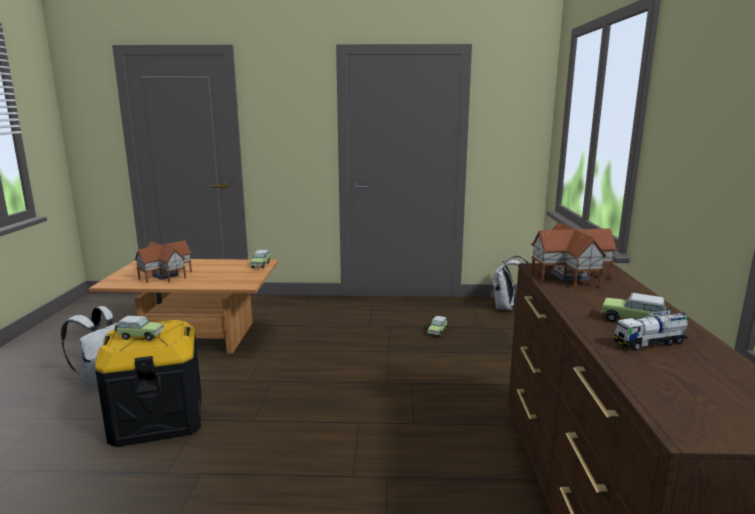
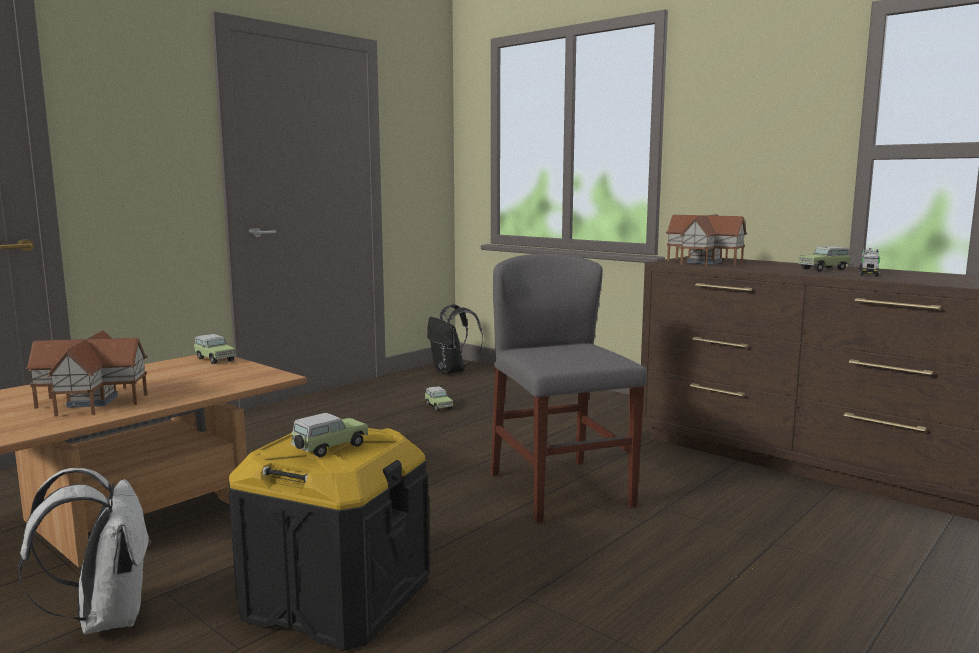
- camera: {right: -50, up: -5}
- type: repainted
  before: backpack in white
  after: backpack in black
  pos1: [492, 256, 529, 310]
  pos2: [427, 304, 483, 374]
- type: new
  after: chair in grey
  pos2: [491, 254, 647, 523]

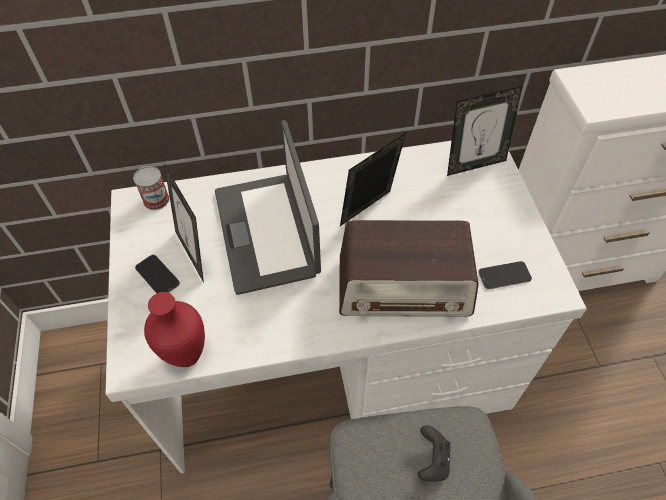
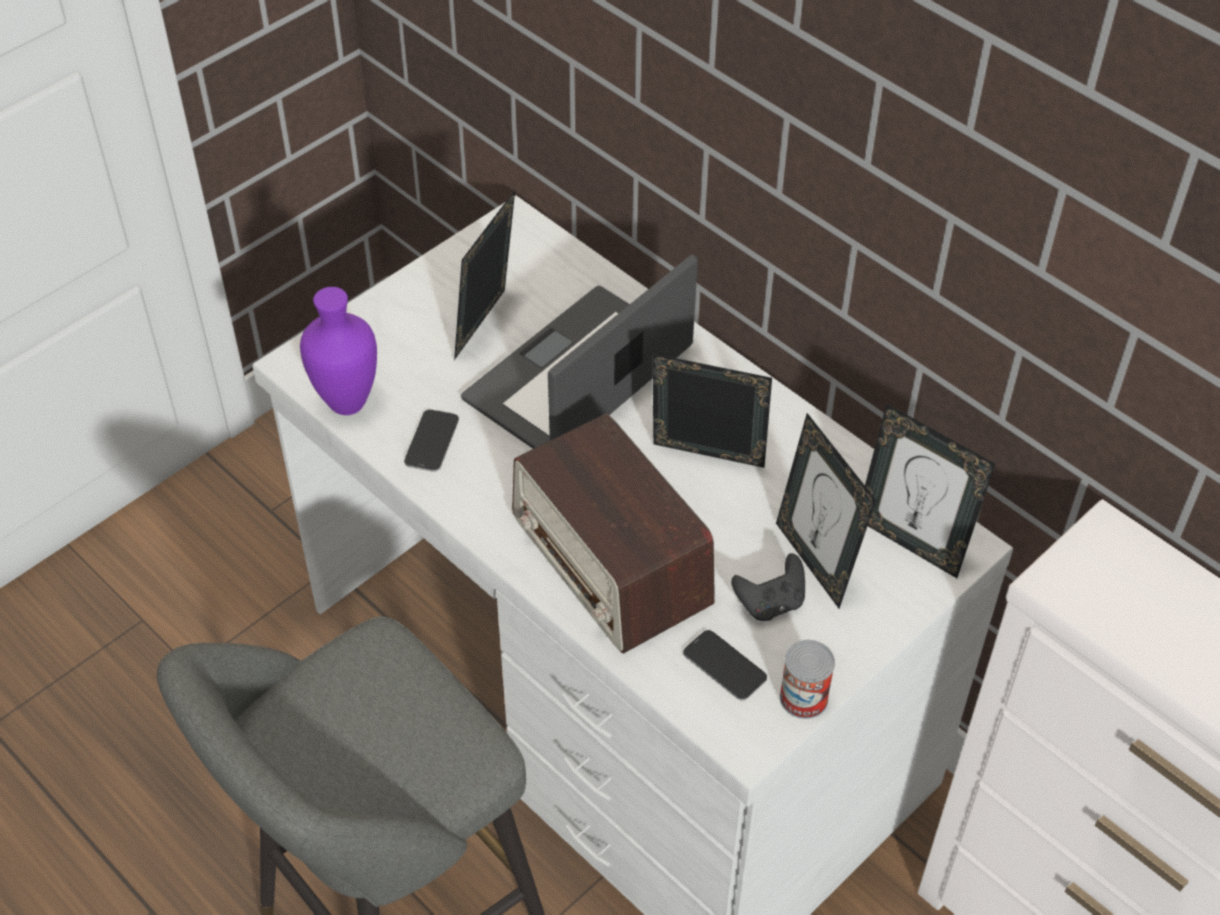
- camera: {right: 55, up: -5}
- type: shifted
  before: can
  pos1: [133, 166, 169, 210]
  pos2: [779, 640, 835, 719]
- type: shifted
  before: phone
  pos1: [135, 255, 180, 293]
  pos2: [404, 410, 459, 472]
- type: repainted
  before: vase in red
  after: vase in purple
  pos1: [144, 292, 205, 367]
  pos2: [300, 287, 377, 415]
- type: shifted
  before: game controller in black
  pos1: [418, 426, 451, 482]
  pos2: [731, 553, 805, 621]
- type: new
  after: picture frame
  pos2: [776, 413, 876, 608]

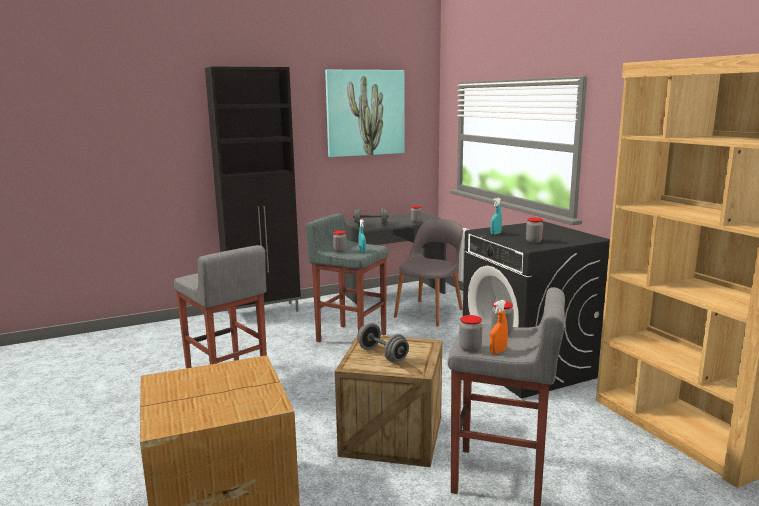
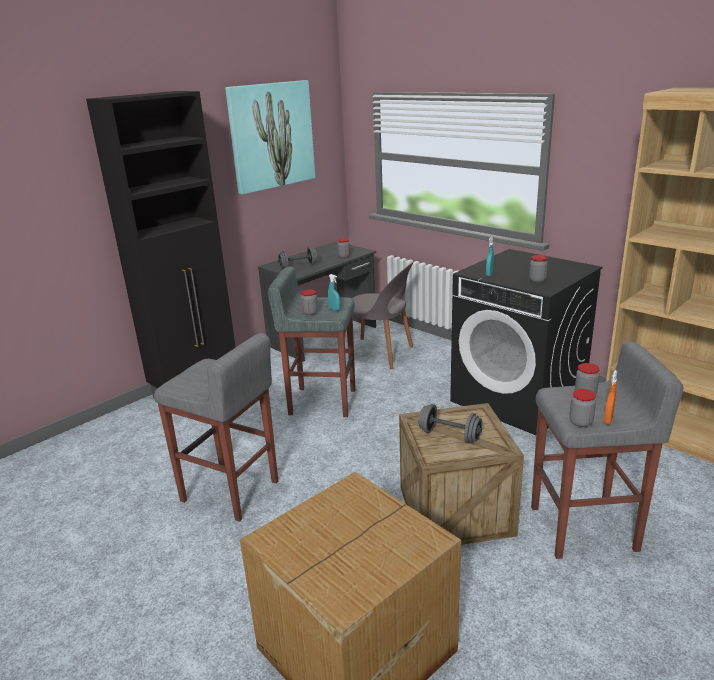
- camera: {right: -20, up: 10}
- type: rotated
  before: chair in grey
  pos1: [394, 219, 463, 327]
  pos2: [345, 262, 414, 369]
  turn: 105

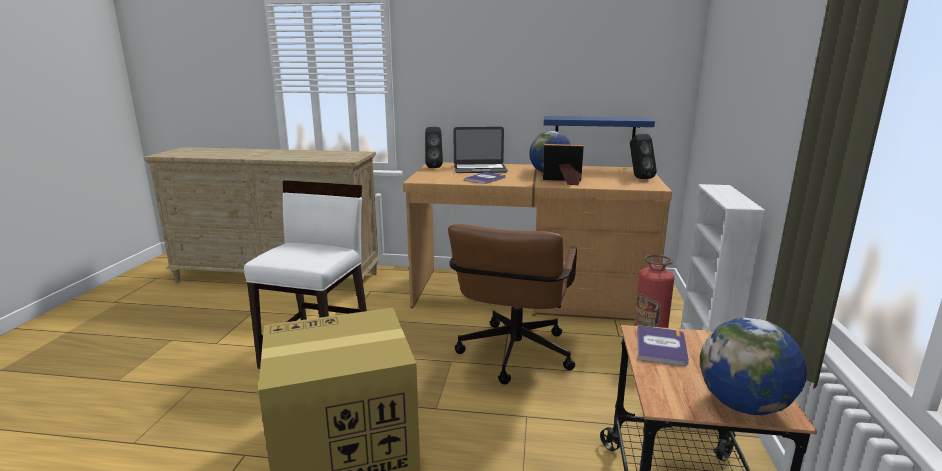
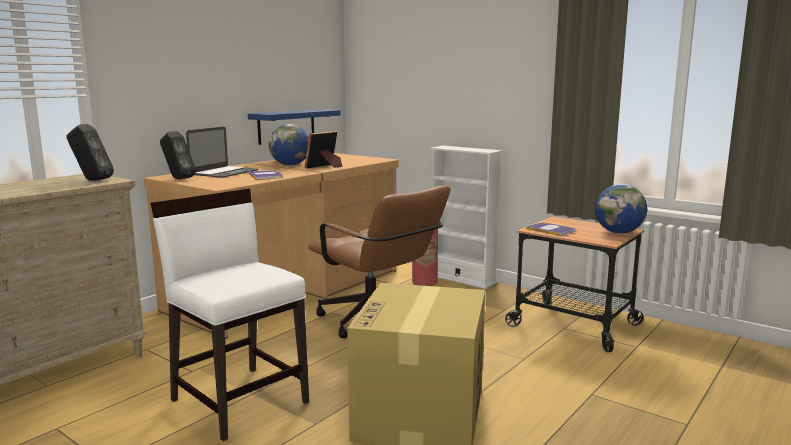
- camera: {right: -60, up: -5}
- type: shifted
  before: speaker in black
  pos1: [630, 134, 657, 179]
  pos2: [67, 124, 114, 181]

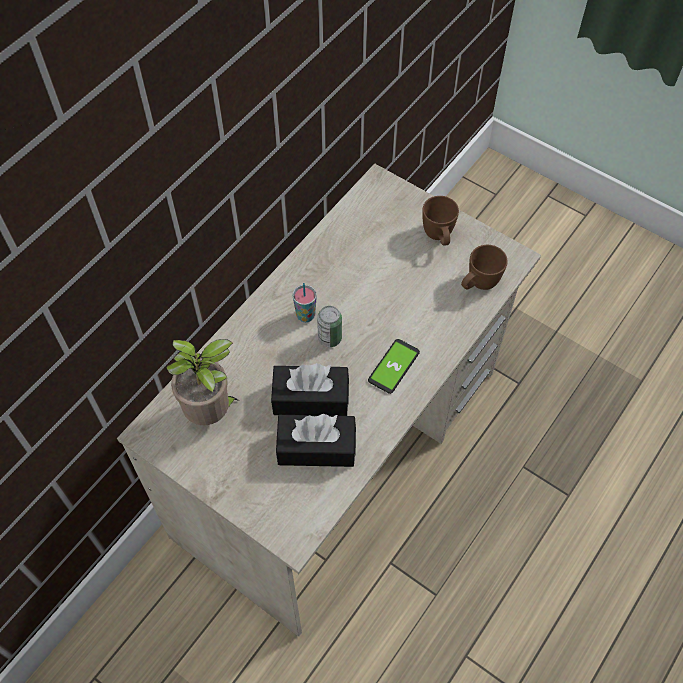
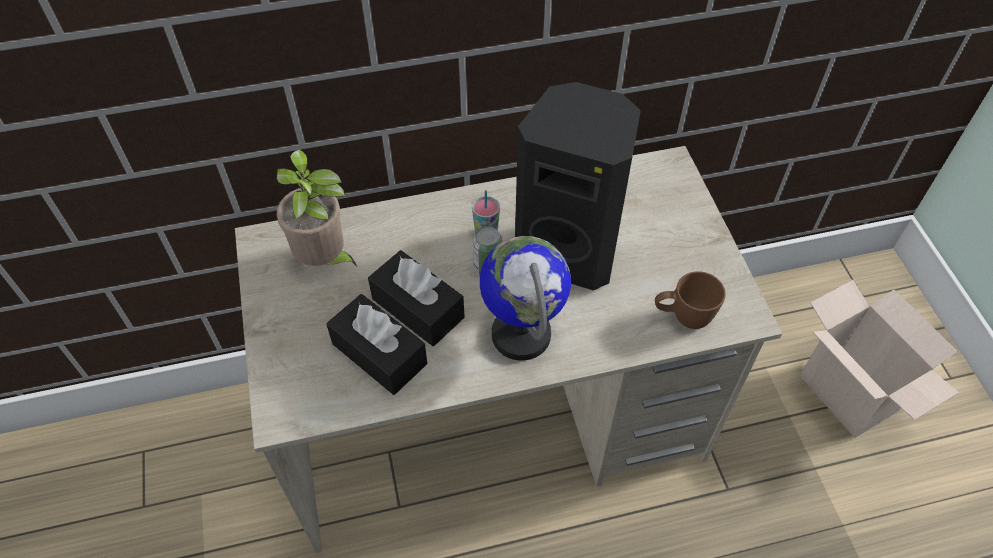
- camera: {right: 40, up: -5}
- type: swapped
  before: phone
  after: globe
  pos1: [368, 339, 420, 394]
  pos2: [480, 236, 571, 361]
- type: gone
  before: mug in brown
  pos1: [422, 196, 459, 246]
- type: new
  after: speaker in black
  pos2: [515, 82, 641, 290]
- type: new
  after: cardboard box
  pos2: [800, 280, 959, 438]

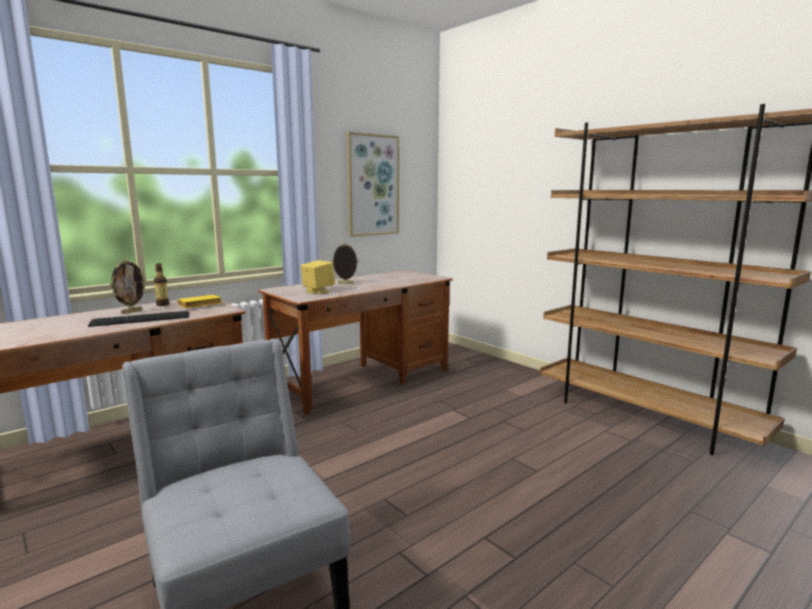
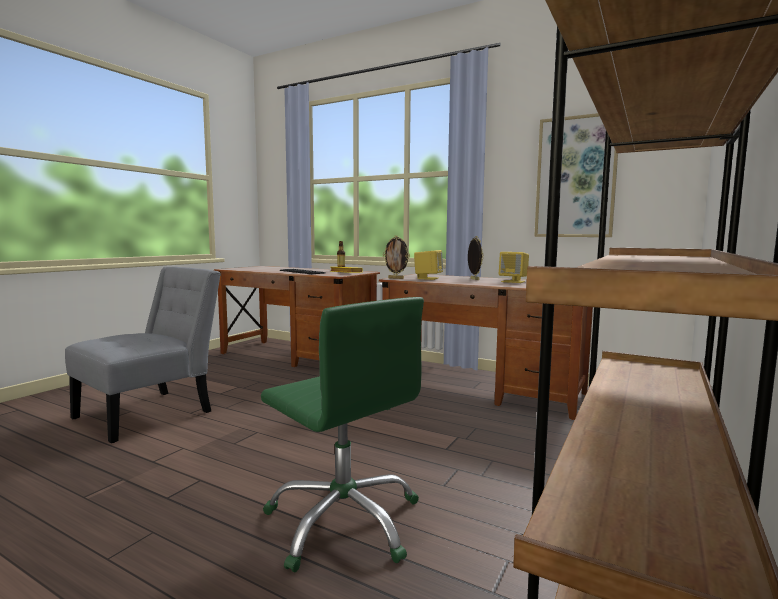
- camera: {right: 70, up: -5}
- type: shifted
  before: picture frame
  pos1: [110, 259, 147, 314]
  pos2: [383, 235, 410, 279]
- type: new
  after: office chair in green
  pos2: [261, 297, 424, 572]
- type: new
  after: speaker in yellow
  pos2: [499, 252, 529, 283]

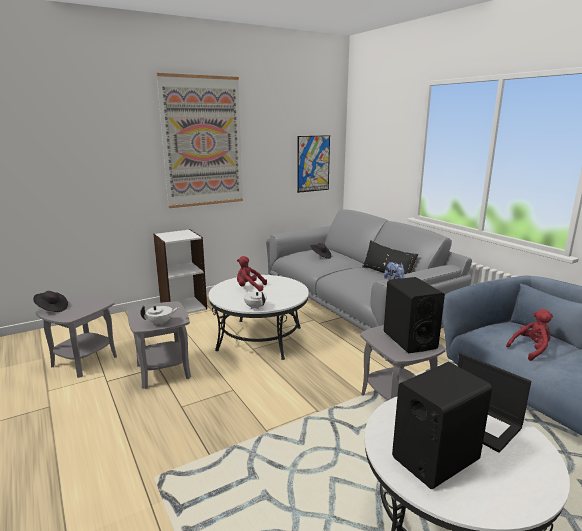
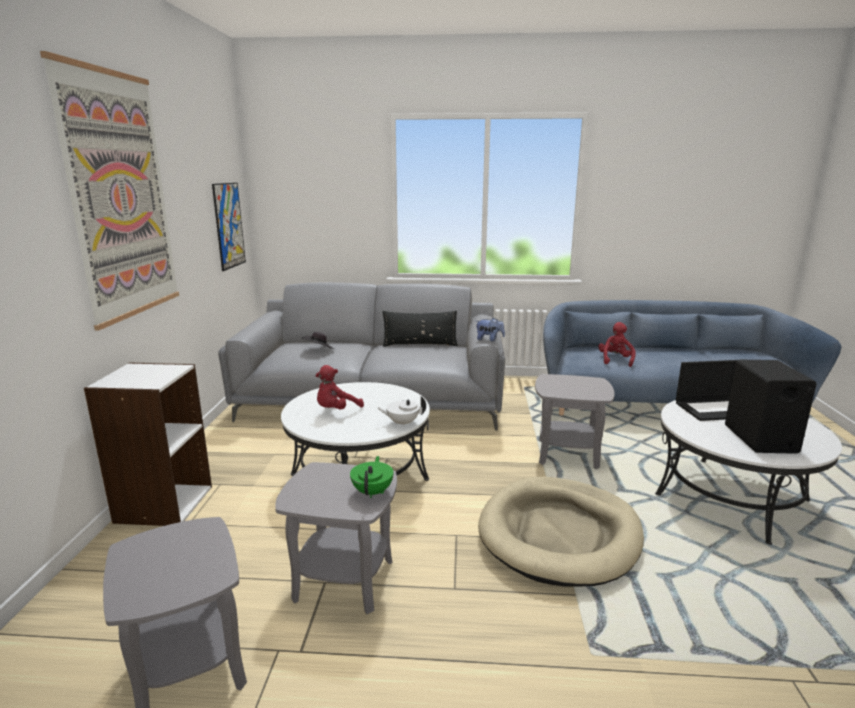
- camera: {right: -55, up: 0}
- type: gone
  before: hat in black
  pos1: [33, 291, 68, 312]
- type: repainted
  before: teapot in white
  after: teapot in green
  pos1: [140, 306, 179, 326]
  pos2: [350, 456, 394, 498]
- type: gone
  before: speaker in black
  pos1: [384, 277, 445, 353]
- type: new
  after: dog bed in beige
  pos2: [478, 477, 644, 587]

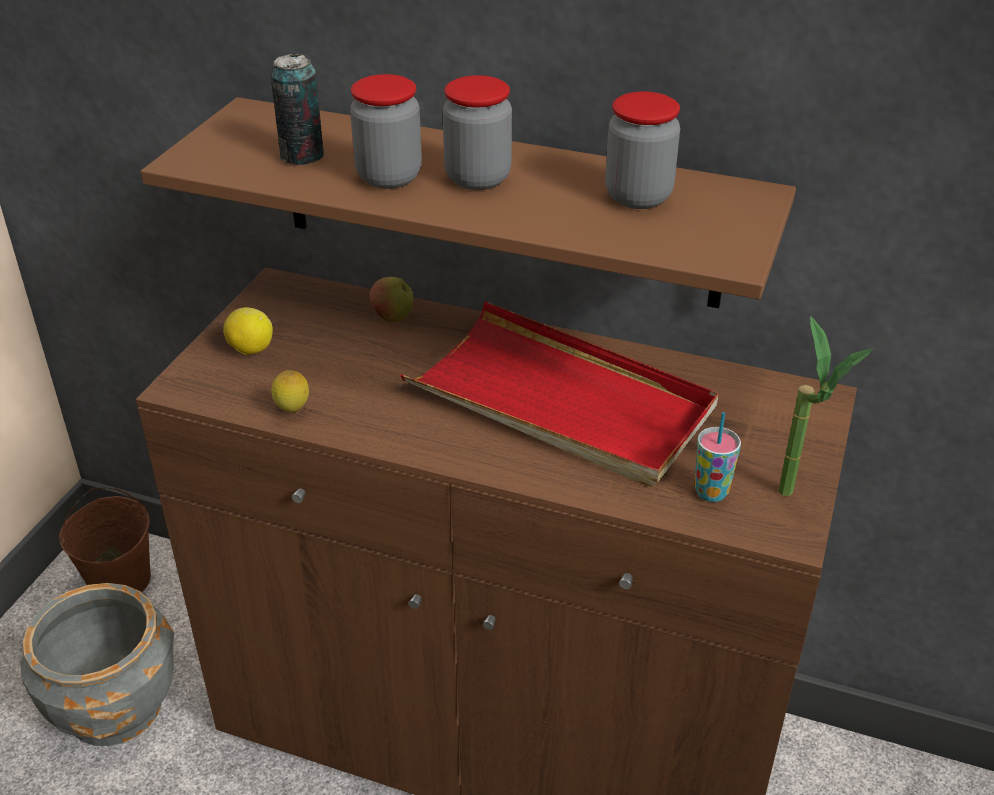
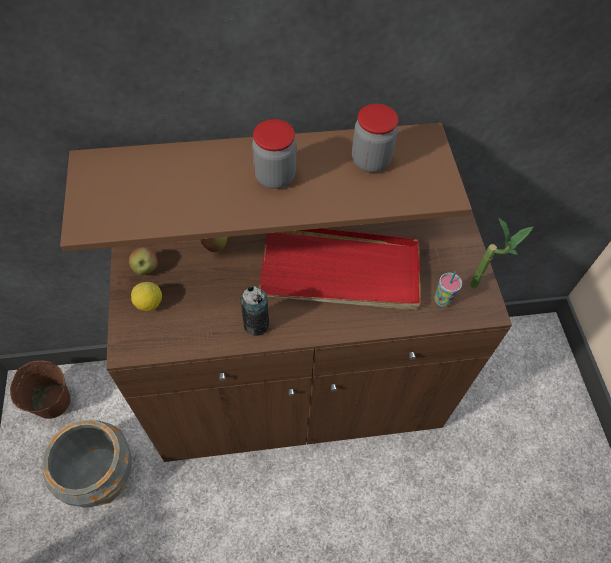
- camera: {right: -30, up: 20}
- type: shifted
  before: can
  pos1: [270, 53, 324, 165]
  pos2: [241, 286, 269, 336]
- type: gone
  before: lemon
  pos1: [271, 370, 309, 413]
- type: gone
  before: jar
  pos1: [350, 74, 422, 189]
- type: new
  after: apple
  pos2: [129, 247, 158, 276]

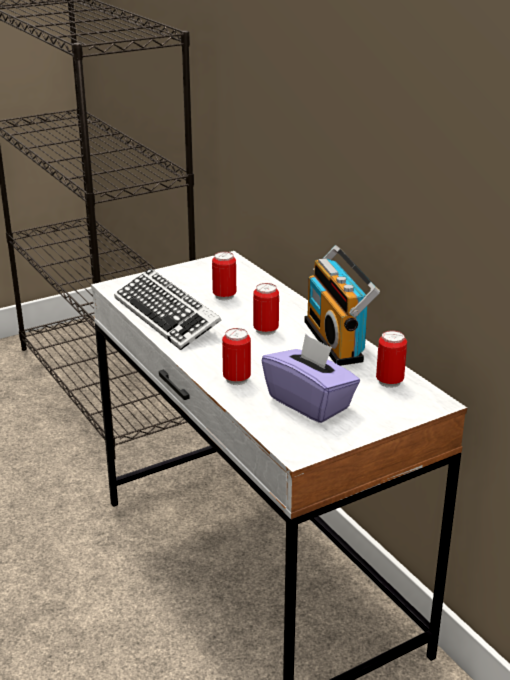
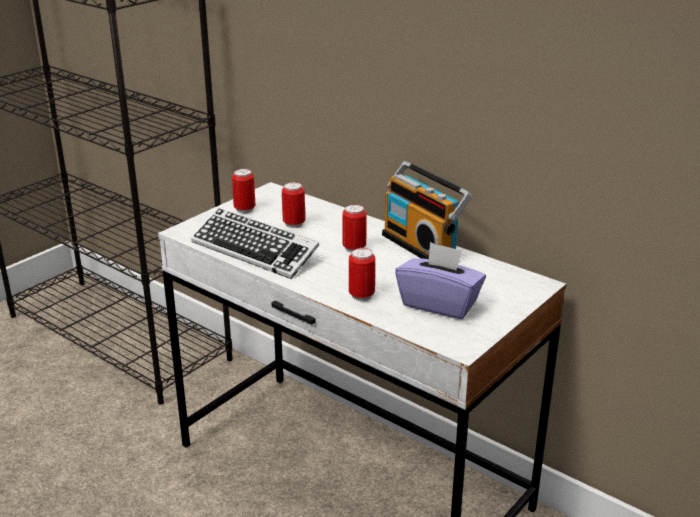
- camera: {right: -20, up: 0}
- type: shifted
  before: can
  pos1: [376, 330, 407, 388]
  pos2: [232, 169, 255, 213]

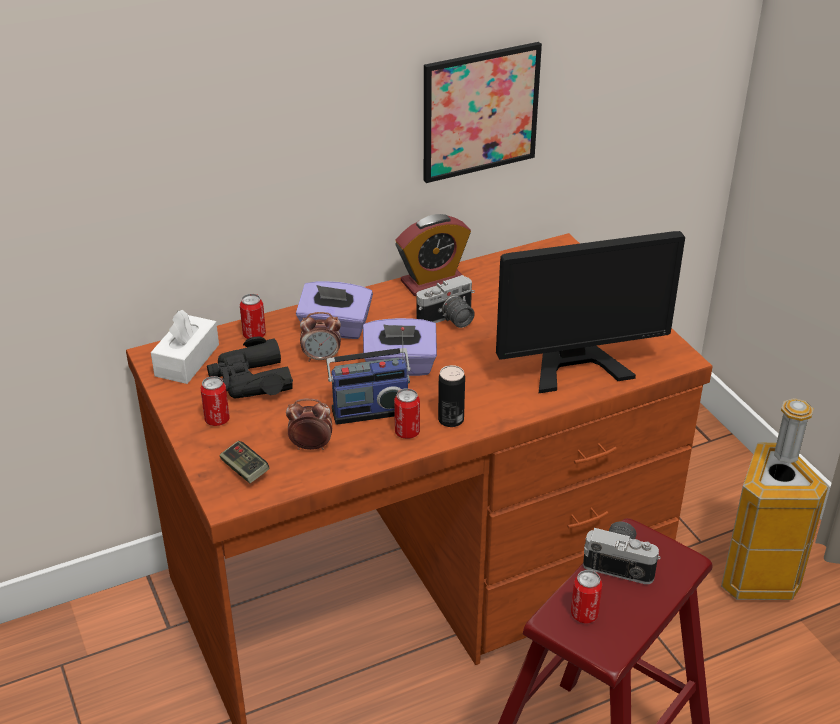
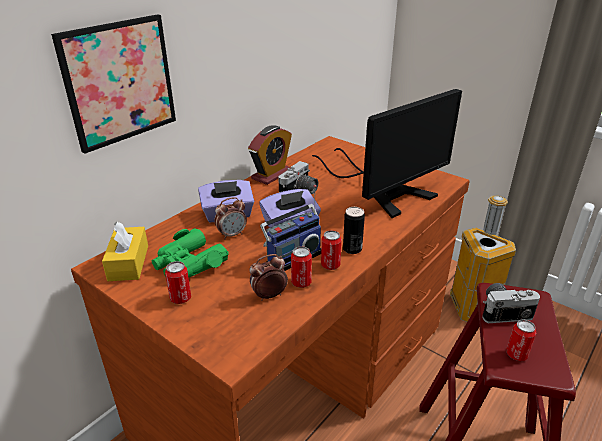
- camera: {right: -25, up: -5}
- type: repainted
  before: tissue box in white
  after: tissue box in yellow
  pos1: [151, 310, 219, 384]
  pos2: [102, 222, 148, 281]
- type: repainted
  before: binoculars in black
  after: binoculars in green
  pos1: [207, 337, 293, 398]
  pos2: [152, 228, 229, 277]
- type: gone
  before: game controller
  pos1: [219, 441, 270, 484]
- type: shifted
  before: can
  pos1: [240, 294, 266, 339]
  pos2: [291, 246, 312, 288]
- type: shifted
  before: picture
  pos1: [424, 42, 542, 183]
  pos2: [51, 14, 176, 154]

